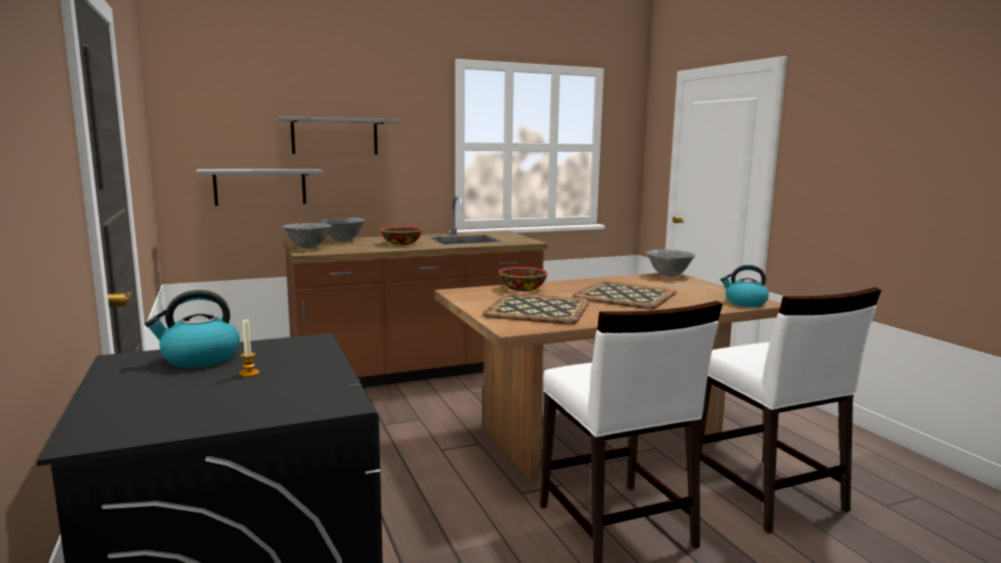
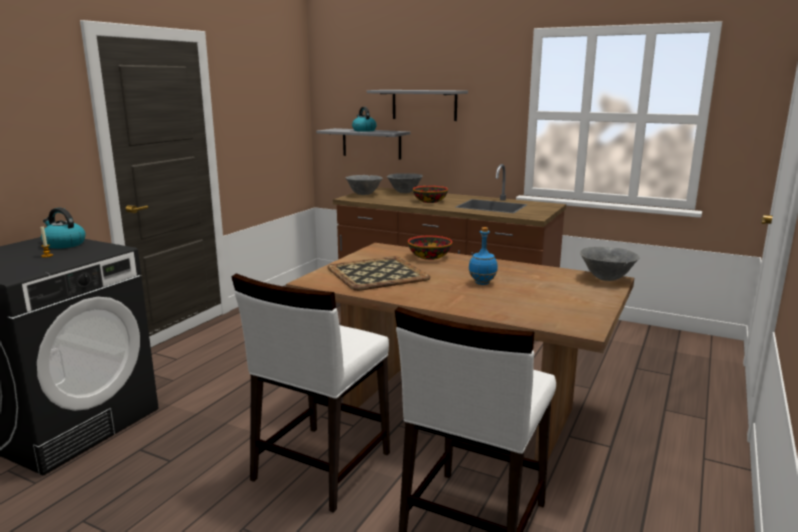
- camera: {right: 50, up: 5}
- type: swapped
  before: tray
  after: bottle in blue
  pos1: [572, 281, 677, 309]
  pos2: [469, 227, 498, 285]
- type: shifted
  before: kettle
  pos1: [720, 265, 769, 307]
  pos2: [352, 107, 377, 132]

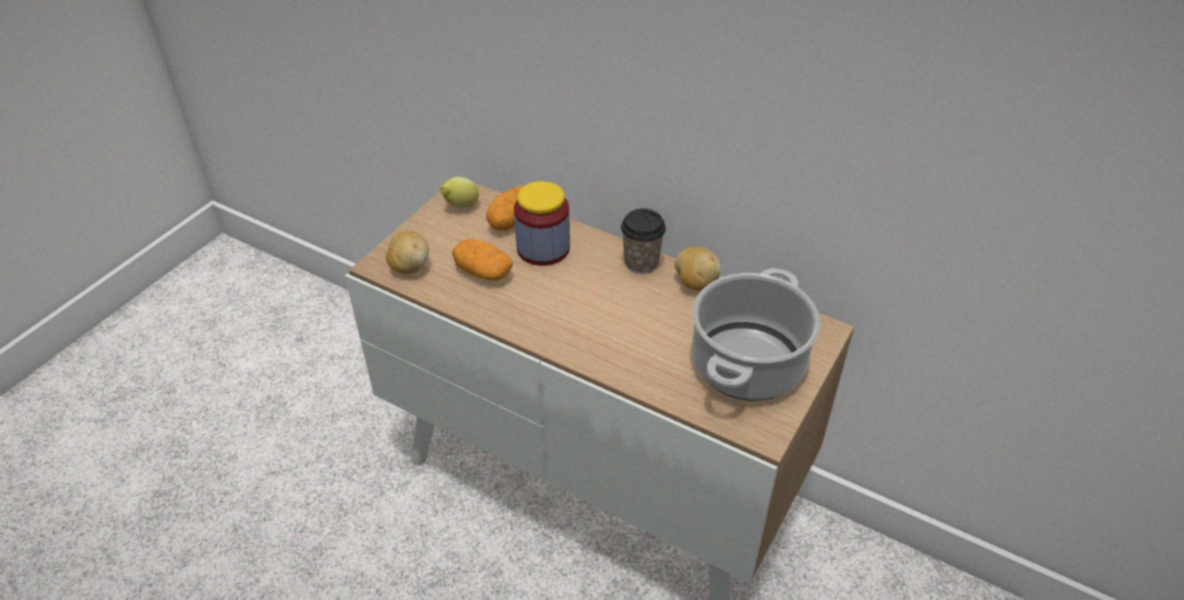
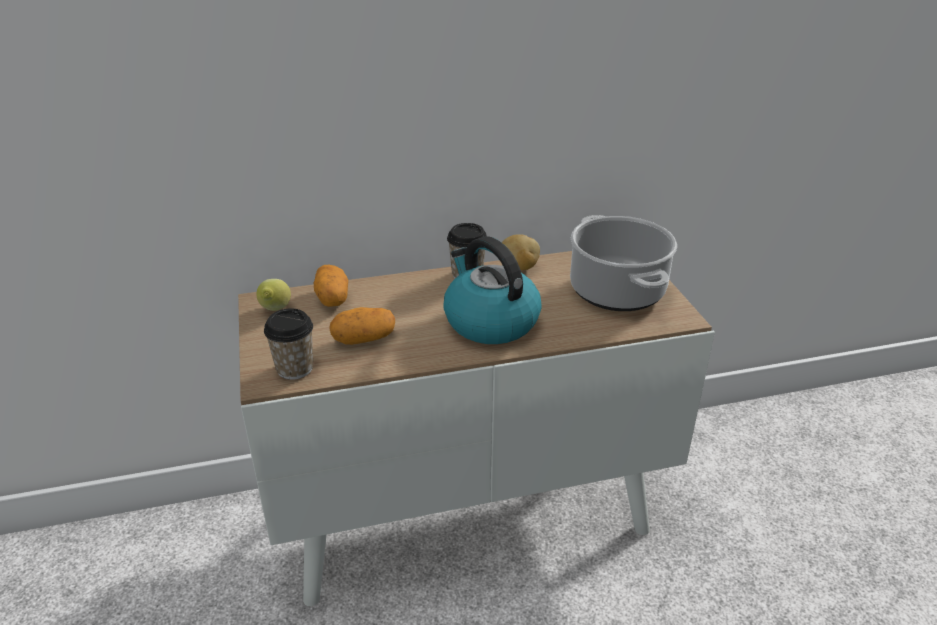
- camera: {right: -45, up: -10}
- type: swapped
  before: potato
  after: cup
  pos1: [386, 230, 429, 274]
  pos2: [264, 308, 313, 380]
- type: gone
  before: jar
  pos1: [514, 181, 570, 266]
- type: new
  after: kettle
  pos2: [443, 236, 541, 344]

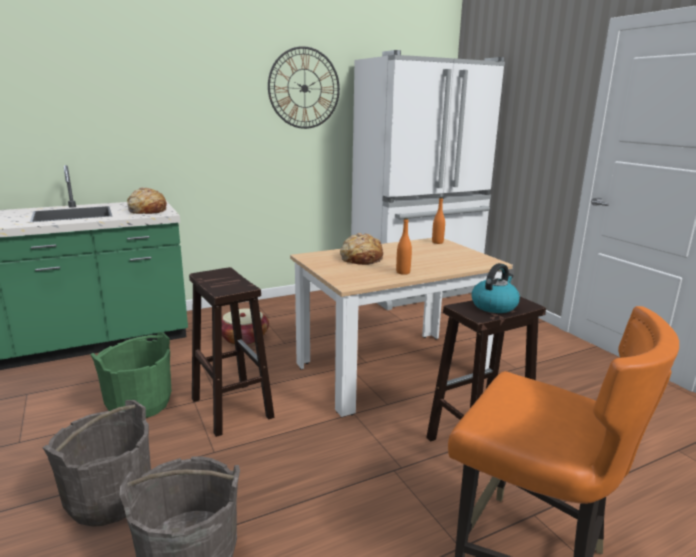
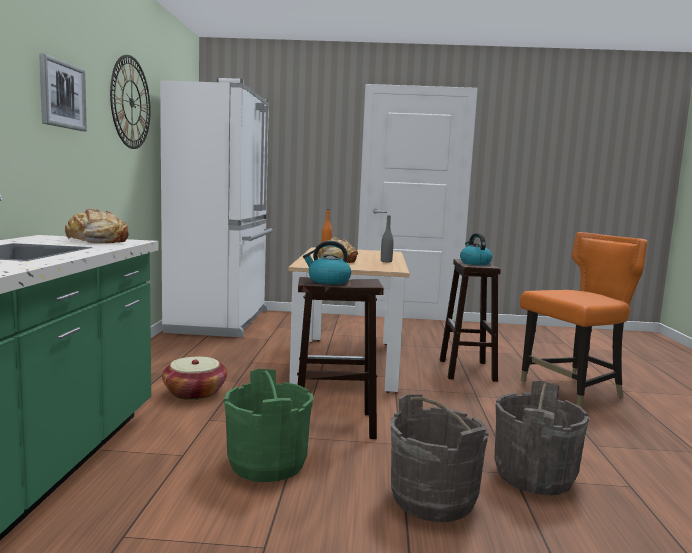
- camera: {right: -60, up: -10}
- type: repainted
  before: bottle in orange
  after: bottle in grey
  pos1: [396, 218, 412, 275]
  pos2: [381, 216, 394, 262]
- type: new
  after: picture
  pos2: [39, 53, 87, 131]
- type: new
  after: kettle
  pos2: [303, 241, 351, 284]

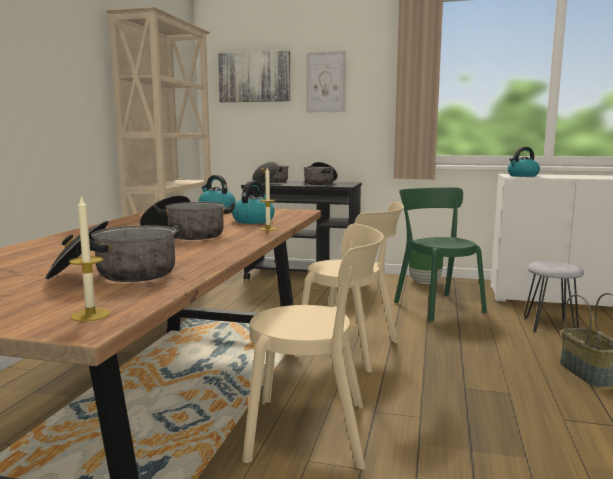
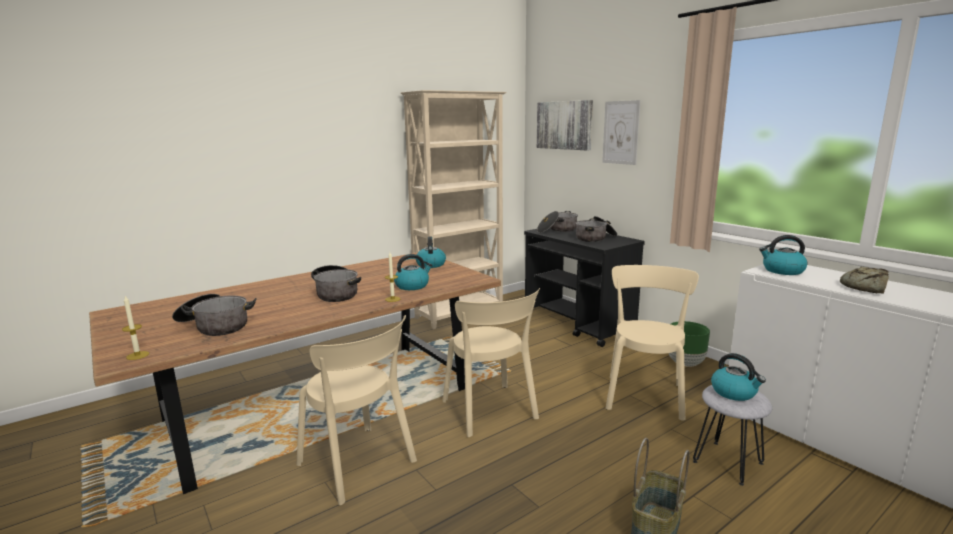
- camera: {right: 40, up: 5}
- type: repainted
  before: chair in green
  after: chair in beige
  pos1: [394, 187, 487, 321]
  pos2: [606, 265, 699, 421]
- type: new
  after: kettle
  pos2: [711, 353, 766, 401]
- type: new
  after: bread
  pos2: [840, 267, 889, 294]

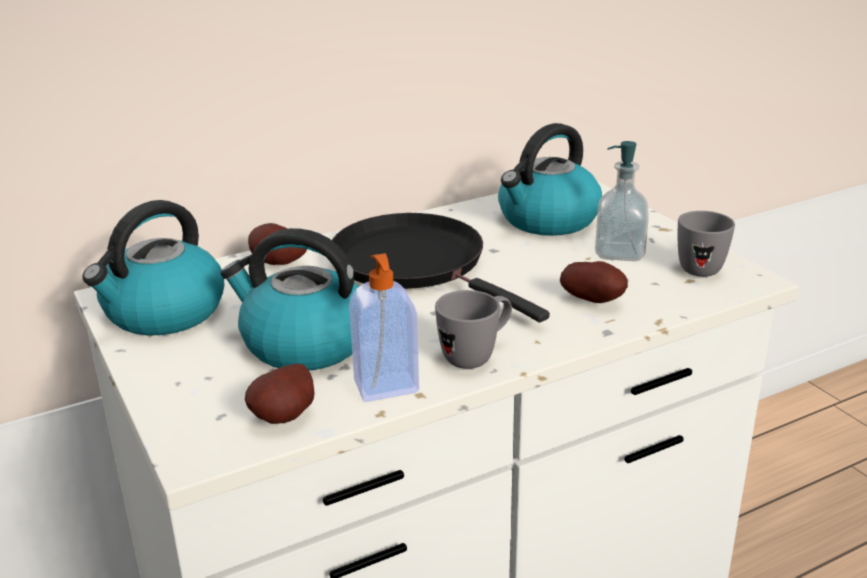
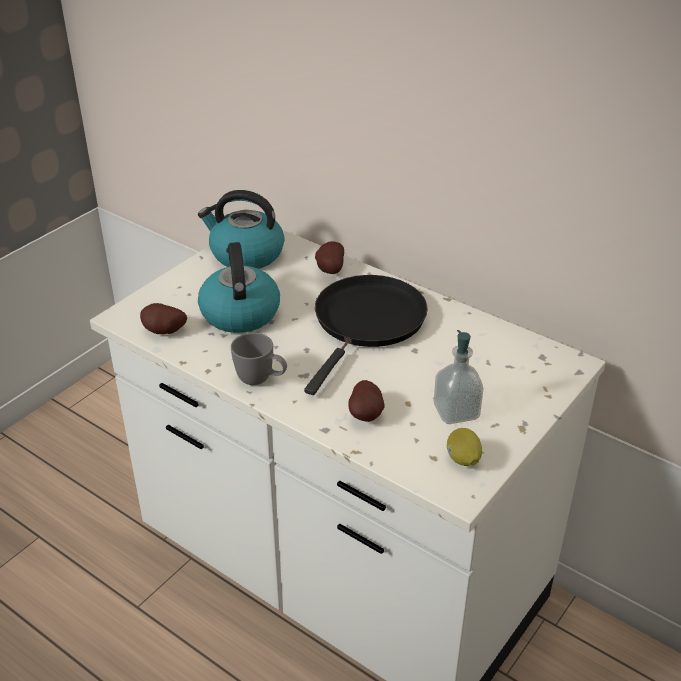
- camera: {right: 65, up: 10}
- type: gone
  before: soap dispenser
  pos1: [349, 253, 419, 402]
- type: gone
  before: kettle
  pos1: [498, 123, 602, 236]
- type: swapped
  before: mug in grey
  after: lemon
  pos1: [678, 211, 735, 277]
  pos2: [447, 428, 482, 466]

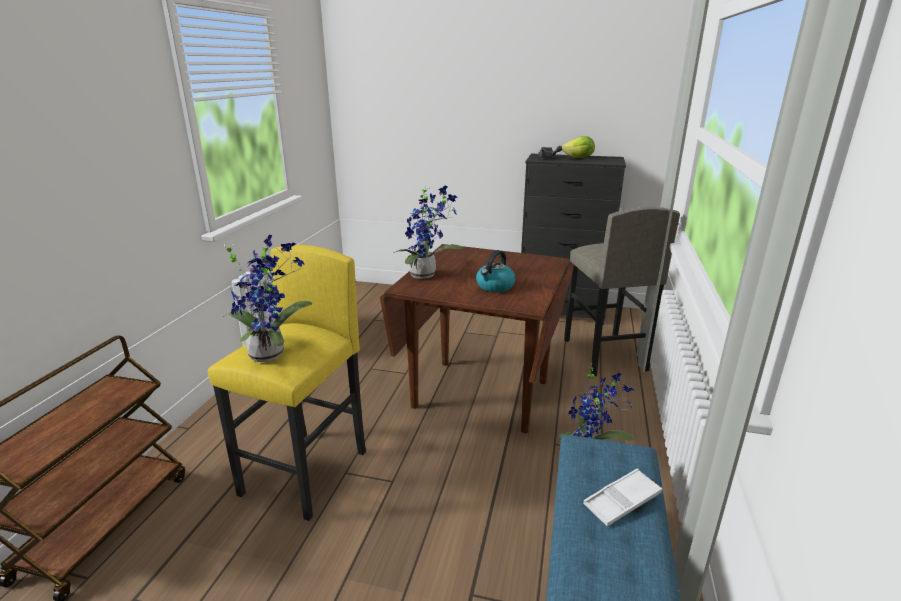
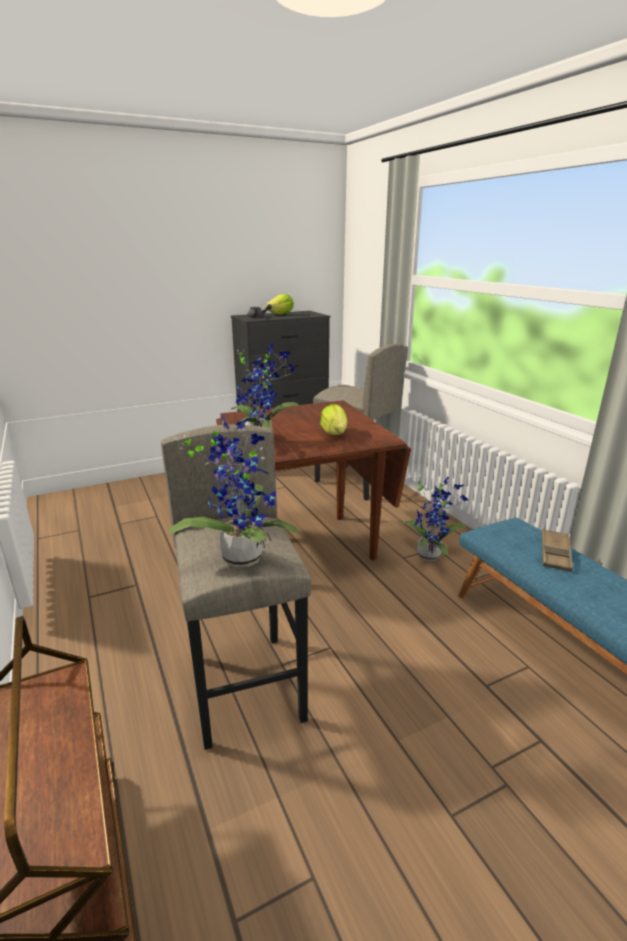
- camera: {right: -40, up: 0}
- type: repainted
  before: stool in yellow
  after: stool in grey
  pos1: [208, 245, 366, 521]
  pos2: [161, 424, 311, 750]
- type: swapped
  before: kettle
  after: lettuce
  pos1: [476, 250, 516, 292]
  pos2: [320, 404, 347, 435]
- type: repainted
  before: tray in white
  after: tray in brown
  pos1: [583, 468, 662, 526]
  pos2: [542, 529, 573, 571]

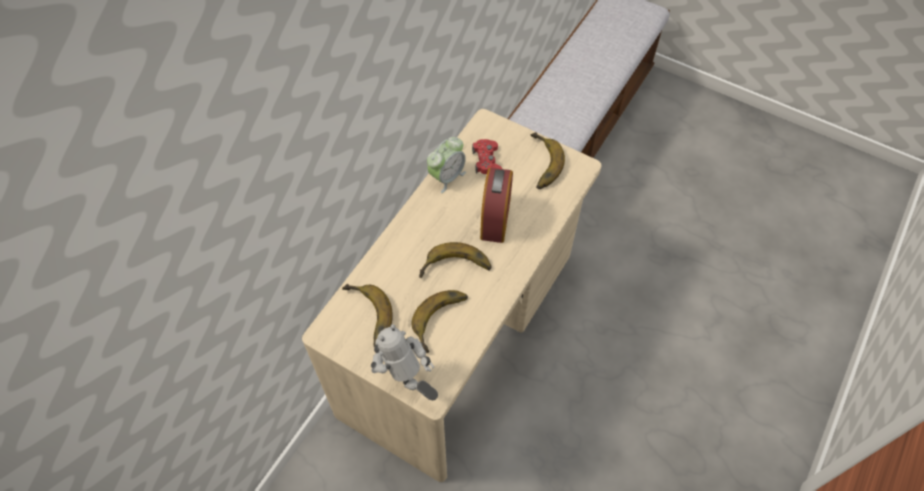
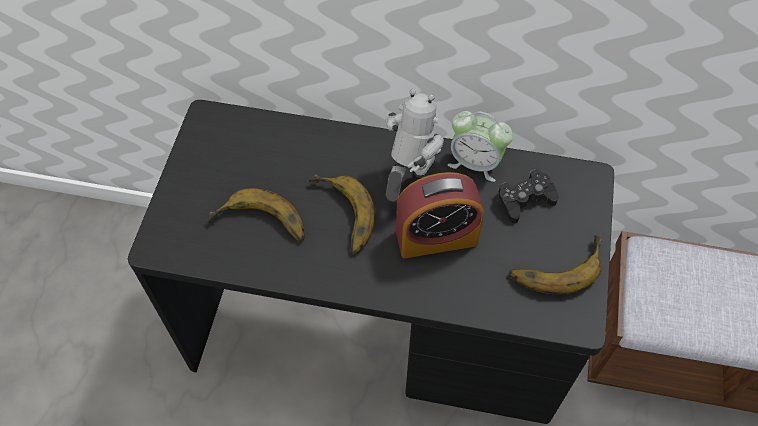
- camera: {right: 70, up: 0}
- type: repainted
  before: desk in beige
  after: desk in black
  pos1: [302, 109, 601, 482]
  pos2: [128, 100, 614, 424]
- type: gone
  before: banana
  pos1: [342, 284, 393, 347]
- type: shifted
  before: toy robot
  pos1: [371, 324, 438, 400]
  pos2: [386, 89, 444, 202]
- type: repainted
  before: game controller in red
  after: game controller in black
  pos1: [472, 139, 502, 174]
  pos2: [498, 169, 559, 223]

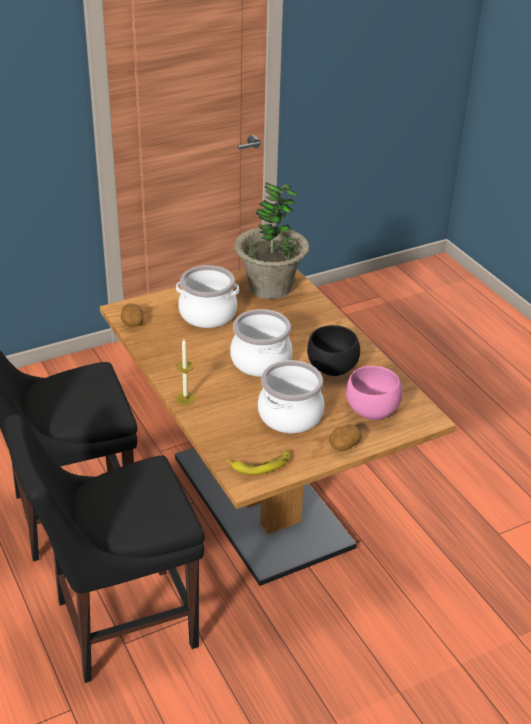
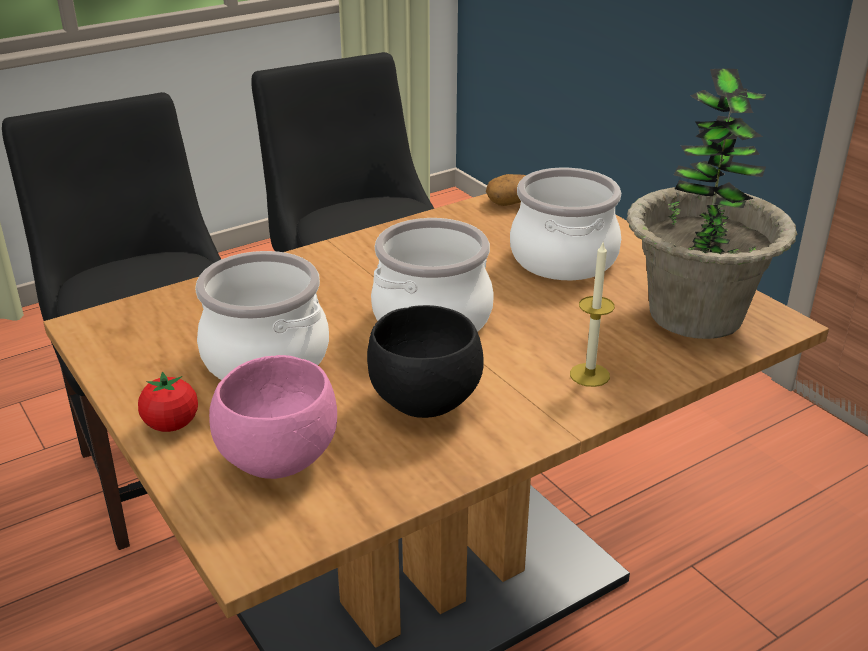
- camera: {right: 85, up: -5}
- type: shifted
  before: candle
  pos1: [176, 339, 196, 405]
  pos2: [570, 243, 615, 387]
- type: gone
  before: banana
  pos1: [227, 450, 290, 475]
- type: swapped
  before: potato
  after: tomato
  pos1: [329, 424, 362, 452]
  pos2: [138, 372, 198, 432]

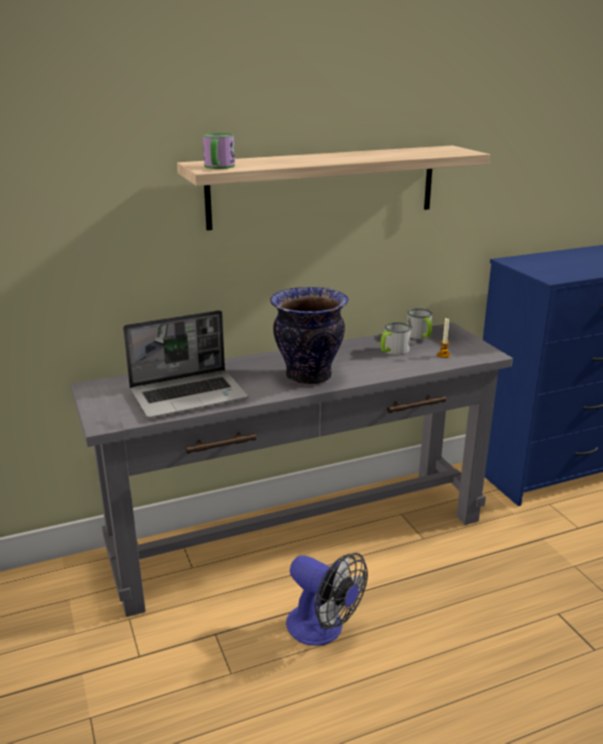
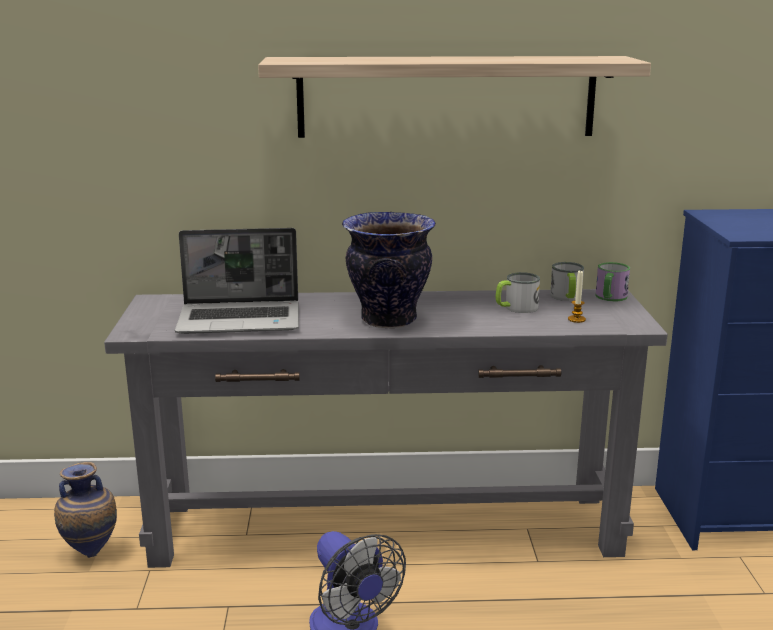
- camera: {right: 20, up: -5}
- type: shifted
  before: mug
  pos1: [203, 133, 235, 169]
  pos2: [596, 262, 630, 301]
- type: new
  after: vase
  pos2: [54, 462, 117, 558]

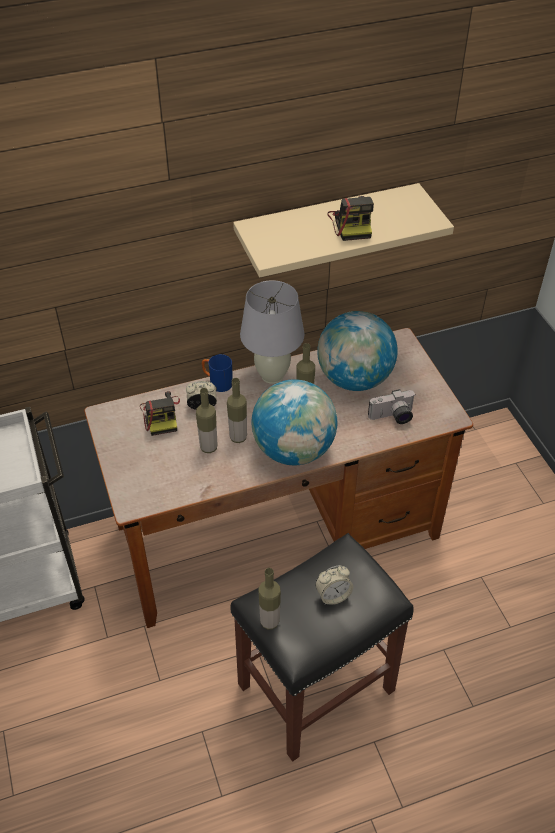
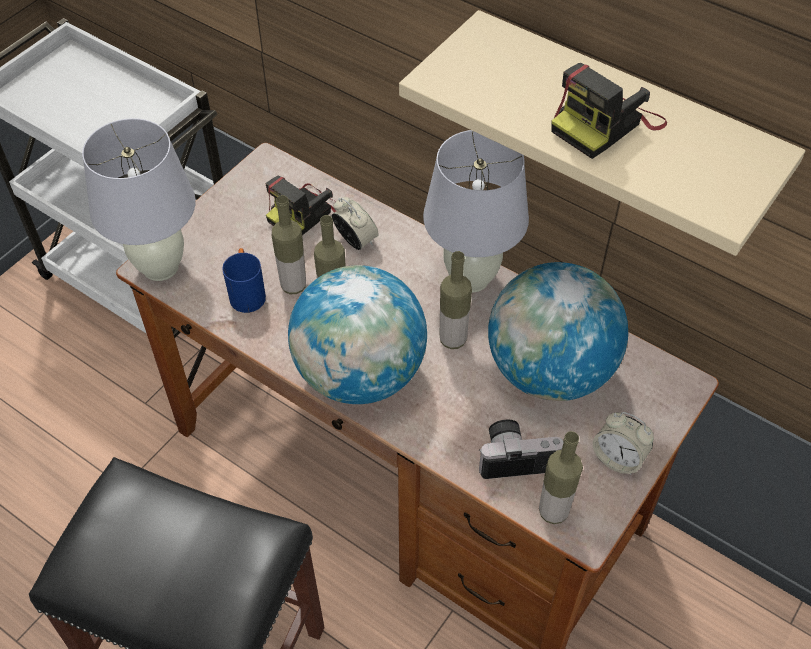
- camera: {right: 55, up: 5}
- type: shifted
  before: mug in blue
  pos1: [202, 354, 233, 392]
  pos2: [222, 248, 266, 313]
- type: shifted
  before: bottle
  pos1: [258, 568, 281, 630]
  pos2: [539, 431, 583, 524]
- type: shifted
  before: alarm clock
  pos1: [315, 565, 353, 605]
  pos2: [593, 412, 654, 475]
- type: rotated
  before: photo camera
  pos1: [368, 389, 415, 424]
  pos2: [479, 420, 564, 479]
  turn: 135
- type: new
  after: table lamp in white
  pos2: [82, 118, 196, 281]

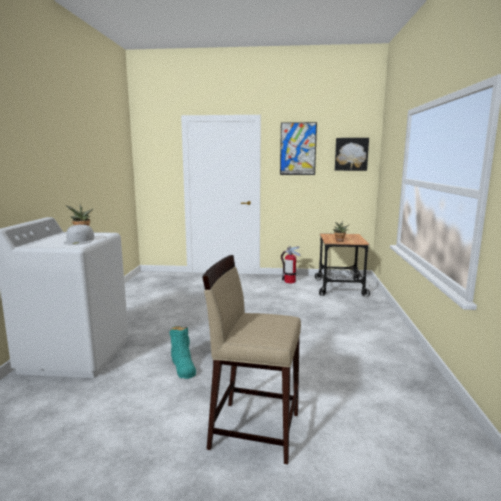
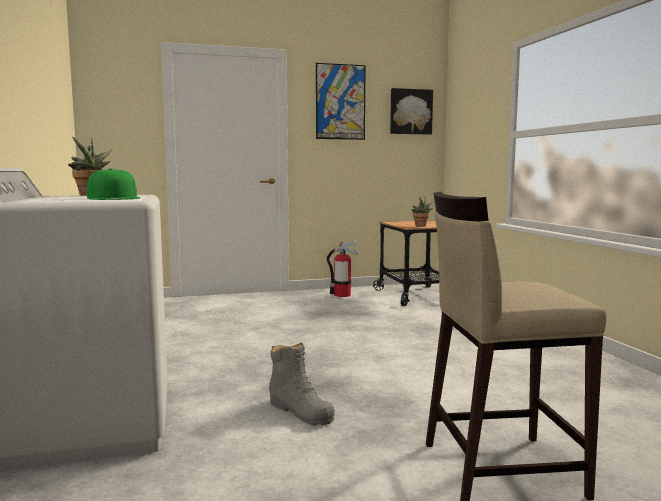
- camera: {right: -20, up: -5}
- type: repainted
  before: cap in white
  after: cap in green
  pos1: [64, 224, 94, 245]
  pos2: [87, 169, 140, 200]
- type: repainted
  before: boot in turquoise
  after: boot in grey
  pos1: [169, 326, 196, 379]
  pos2: [269, 343, 335, 426]

